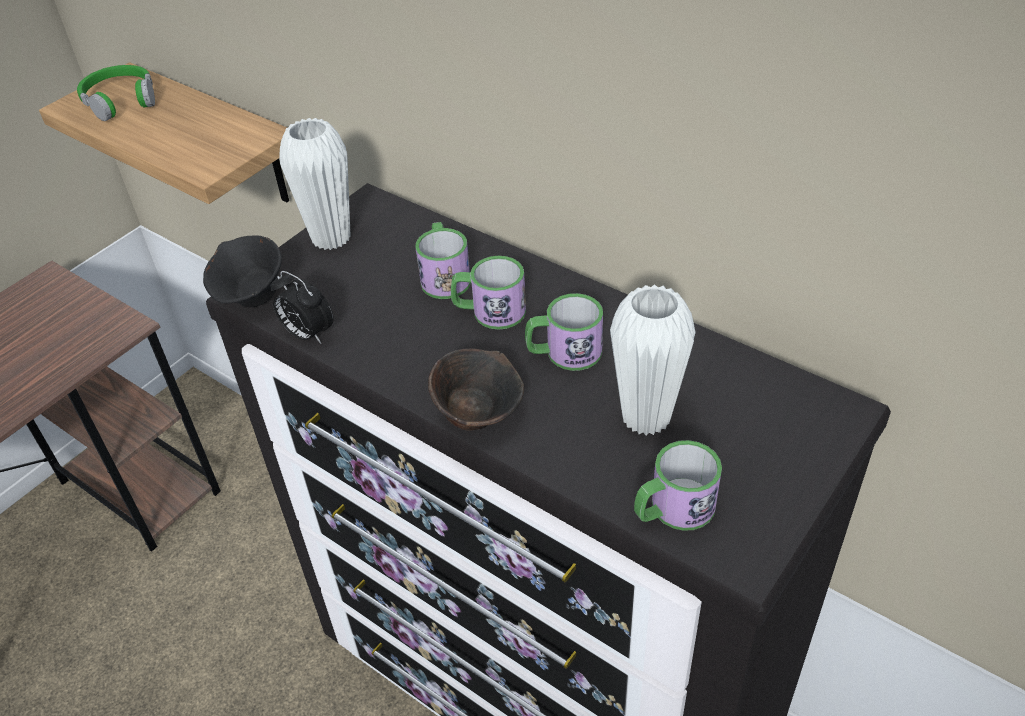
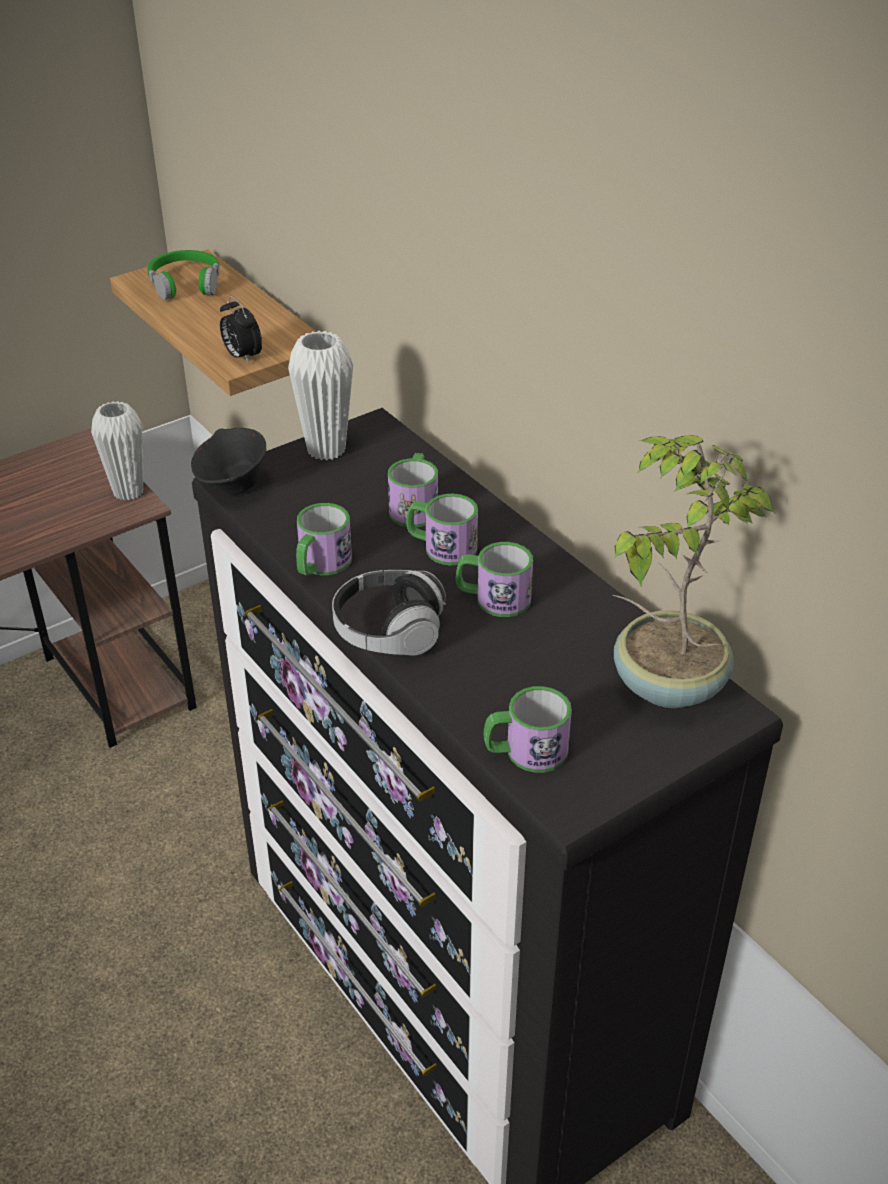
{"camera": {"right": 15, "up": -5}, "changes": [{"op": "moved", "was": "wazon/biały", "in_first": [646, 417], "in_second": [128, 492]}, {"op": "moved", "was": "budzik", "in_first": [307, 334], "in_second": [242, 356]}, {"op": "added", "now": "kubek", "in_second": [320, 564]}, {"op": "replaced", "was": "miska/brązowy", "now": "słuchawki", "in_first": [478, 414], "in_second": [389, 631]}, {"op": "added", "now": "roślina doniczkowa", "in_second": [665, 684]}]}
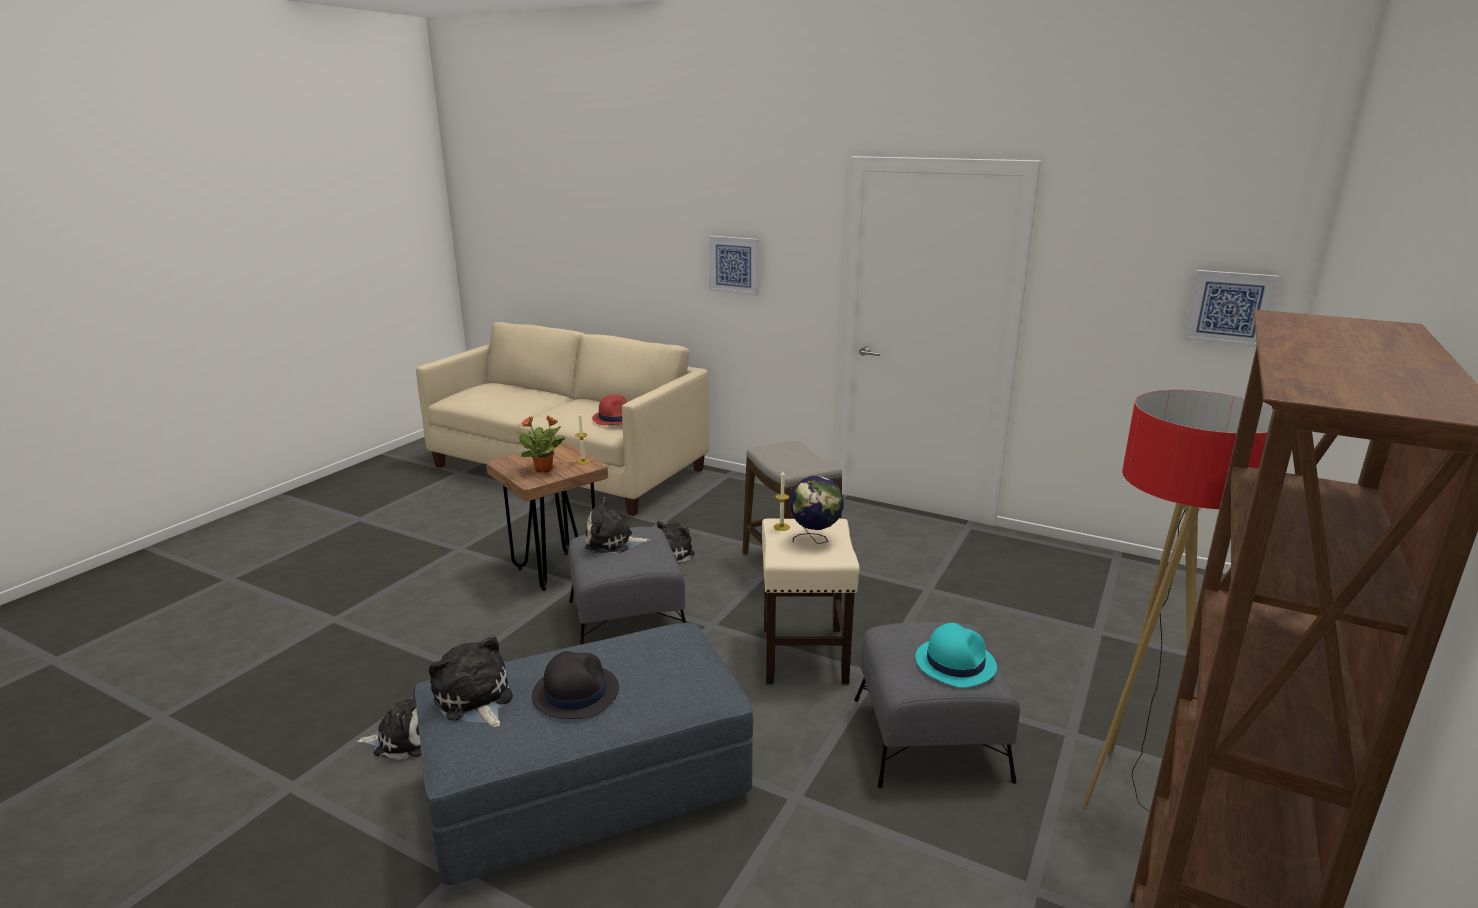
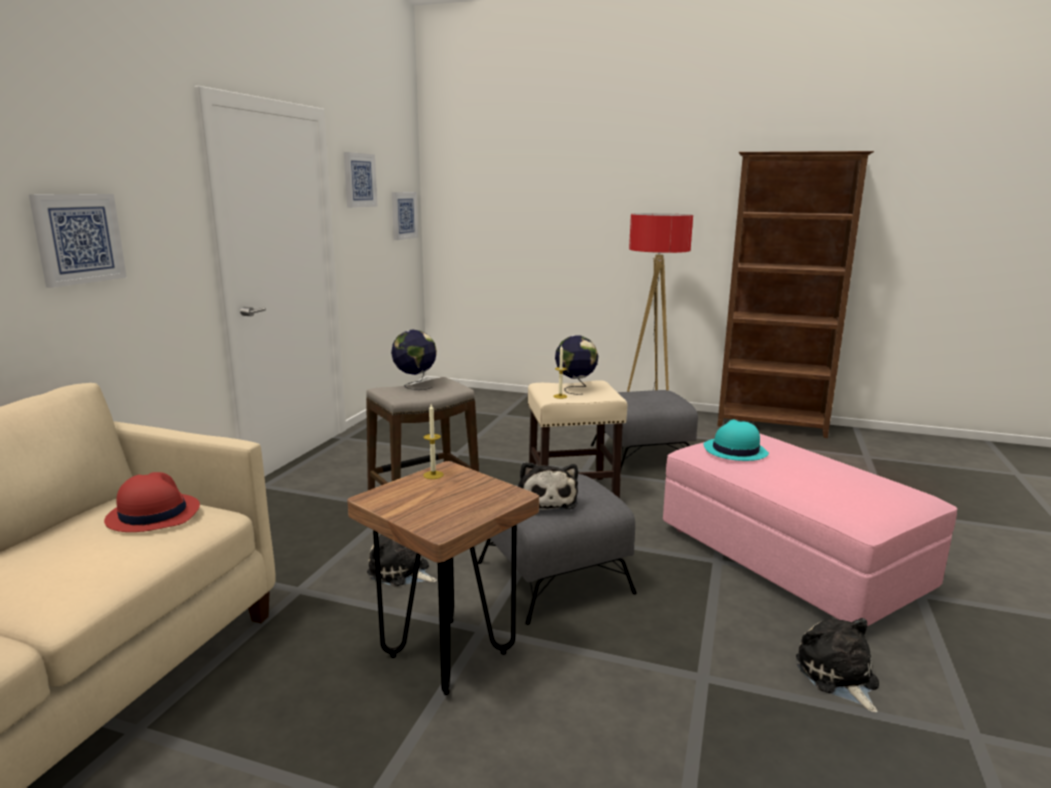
{"camera": {"right": -100, "up": -5}, "changes": [{"op": "added", "now": "obraz", "in_second": [359, 180]}, {"op": "added", "now": "globus", "in_second": [415, 385]}, {"op": "recoloured", "was": "pufa/szary", "now": "pufa/różowy", "in_first": [588, 786], "in_second": [789, 558]}, {"op": "moved", "was": "kapelusz/turkusowy", "in_first": [955, 662], "in_second": [734, 451]}, {"op": "removed", "was": "pluszak", "in_first": [474, 700]}, {"op": "removed", "was": "roślina doniczkowa", "in_first": [544, 469]}, {"op": "removed", "was": "kapelusz/czarny", "in_first": [575, 692]}]}
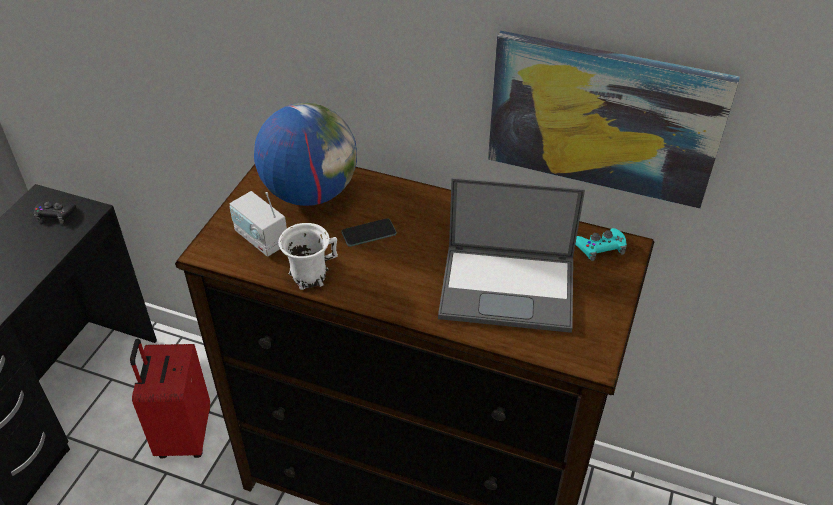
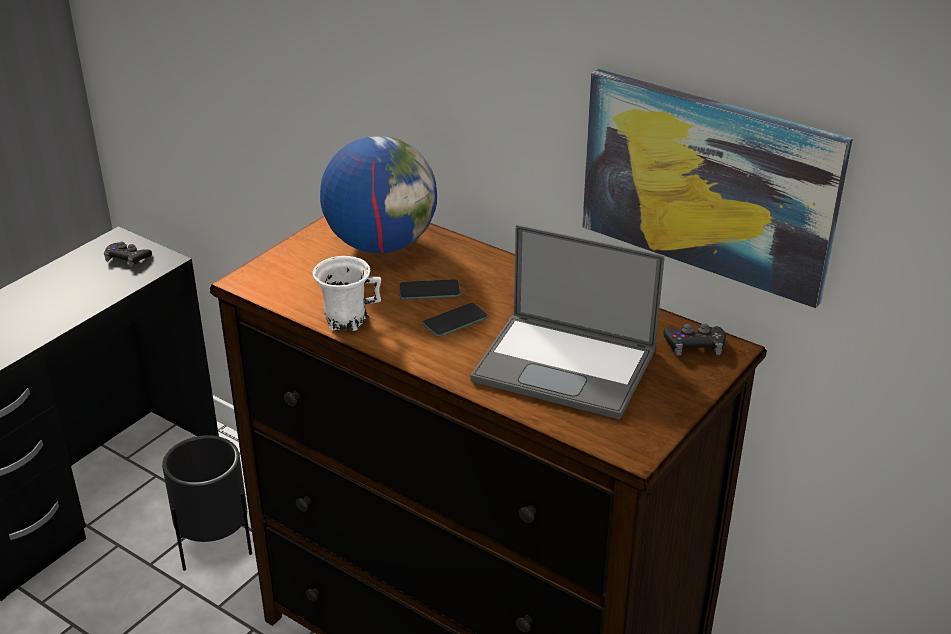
{"camera": {"right": 15, "up": -10}, "changes": [{"op": "replaced", "was": "walizka/czerwony", "now": "donica/czarny", "in_first": [183, 434], "in_second": [215, 549]}, {"op": "added", "now": "telefon", "in_second": [455, 321]}, {"op": "recoloured", "was": "pad do gier/turkusowy", "now": "pad do gier/czarny", "in_first": [600, 247], "in_second": [694, 345]}, {"op": "removed", "was": "radio", "in_first": [261, 239]}]}
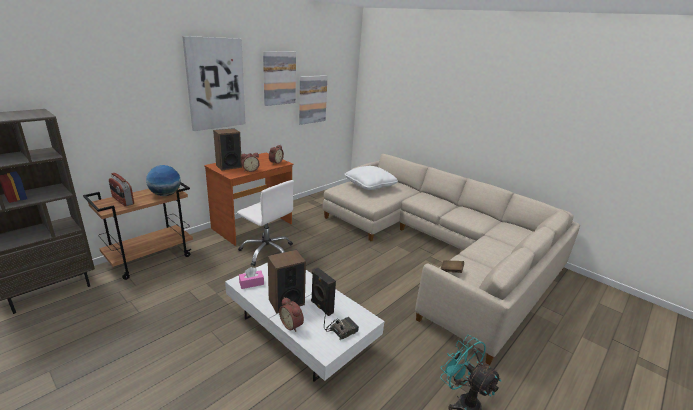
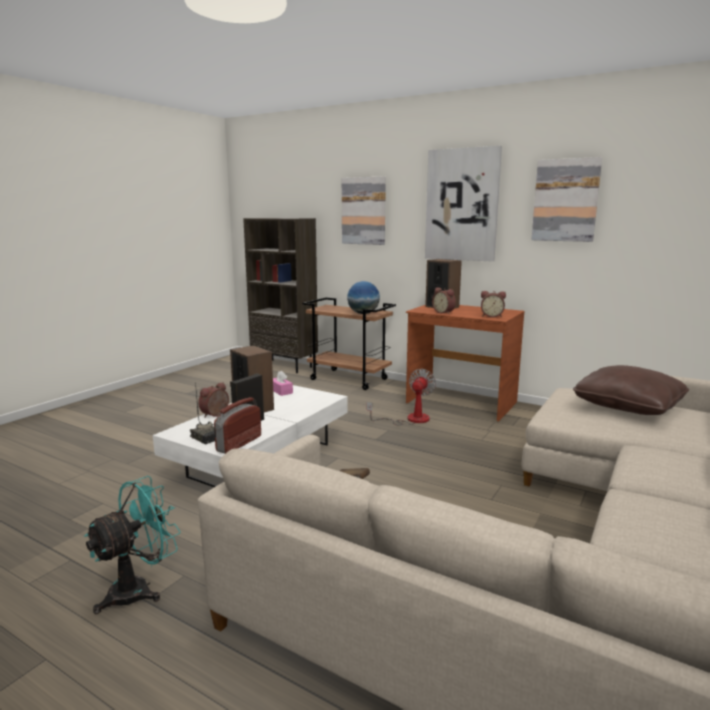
{"camera": {"right": 80, "up": -10}, "changes": [{"op": "moved", "was": "radio", "in_first": [122, 200], "in_second": [239, 443]}, {"op": "moved", "was": "obraz", "in_first": [312, 99], "in_second": [364, 211]}, {"op": "replaced", "was": "krzesło biurowe/biały", "now": "wentylator", "in_first": [267, 251], "in_second": [410, 419]}, {"op": "recoloured", "was": "poduszka/biały", "now": "poduszka/brązowy", "in_first": [370, 185], "in_second": [627, 406]}]}
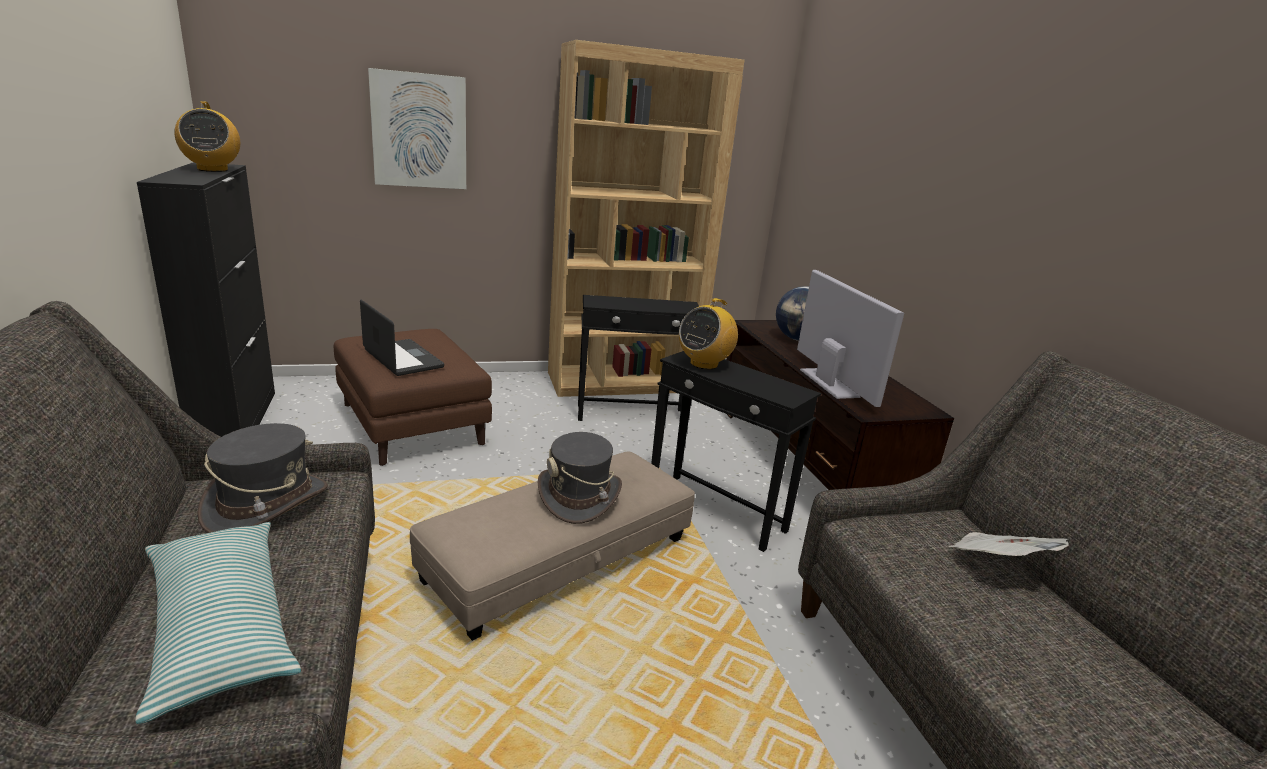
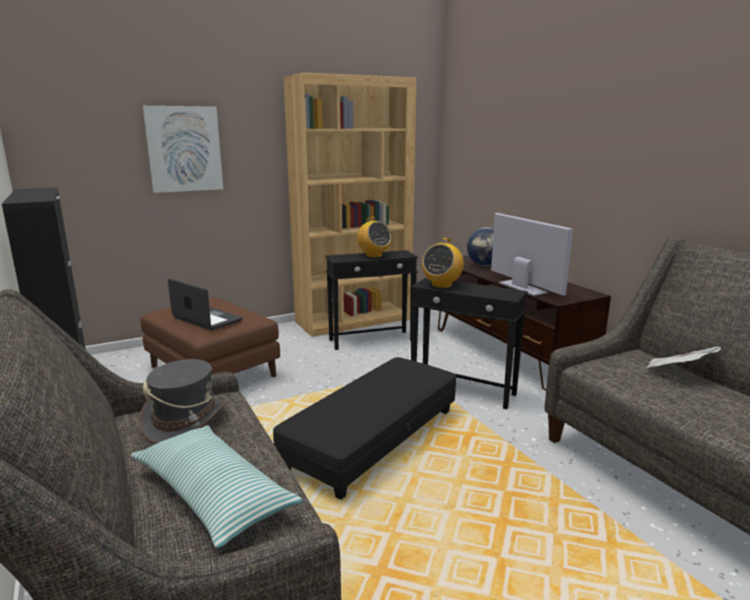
{"camera": {"right": -10, "up": -5}, "changes": [{"op": "recoloured", "was": "pufa/beżowy", "now": "pufa/czarny", "in_first": [560, 560], "in_second": [373, 439]}, {"op": "moved", "was": "radio", "in_first": [212, 169], "in_second": [373, 255]}, {"op": "removed", "was": "kapelusz/szary", "in_first": [579, 497]}]}
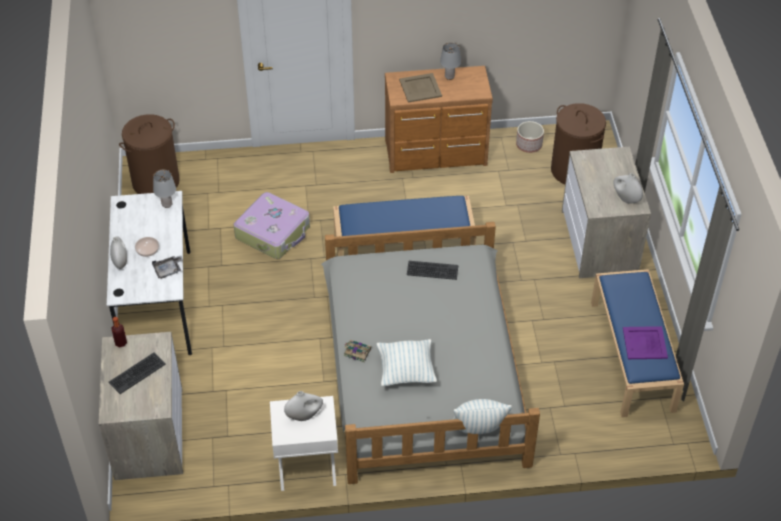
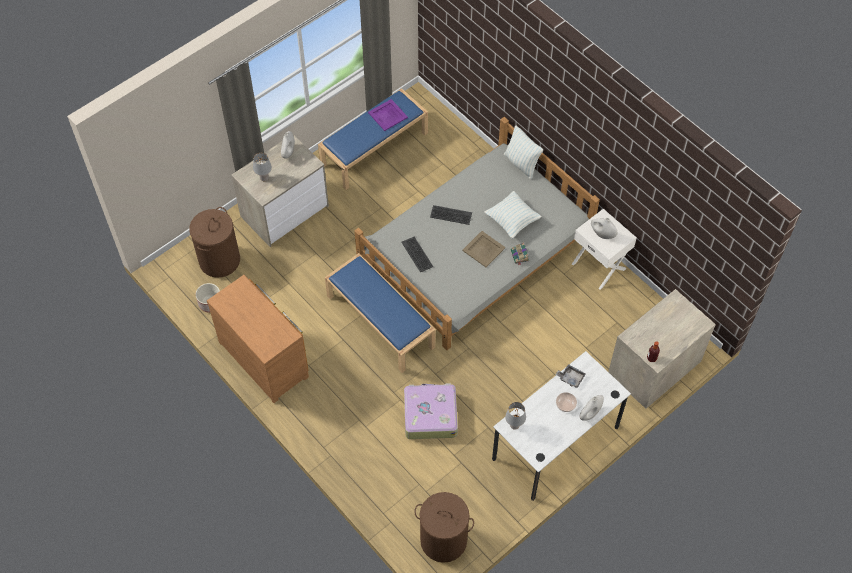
{"camera": {"right": -125, "up": 10}, "changes": [{"op": "moved", "was": "lampa stołowa/szary", "in_first": [449, 76], "in_second": [264, 178]}, {"op": "moved", "was": "klawiatura", "in_first": [137, 373], "in_second": [451, 215]}, {"op": "moved", "was": "taca/beżowy", "in_first": [420, 88], "in_second": [483, 249]}]}
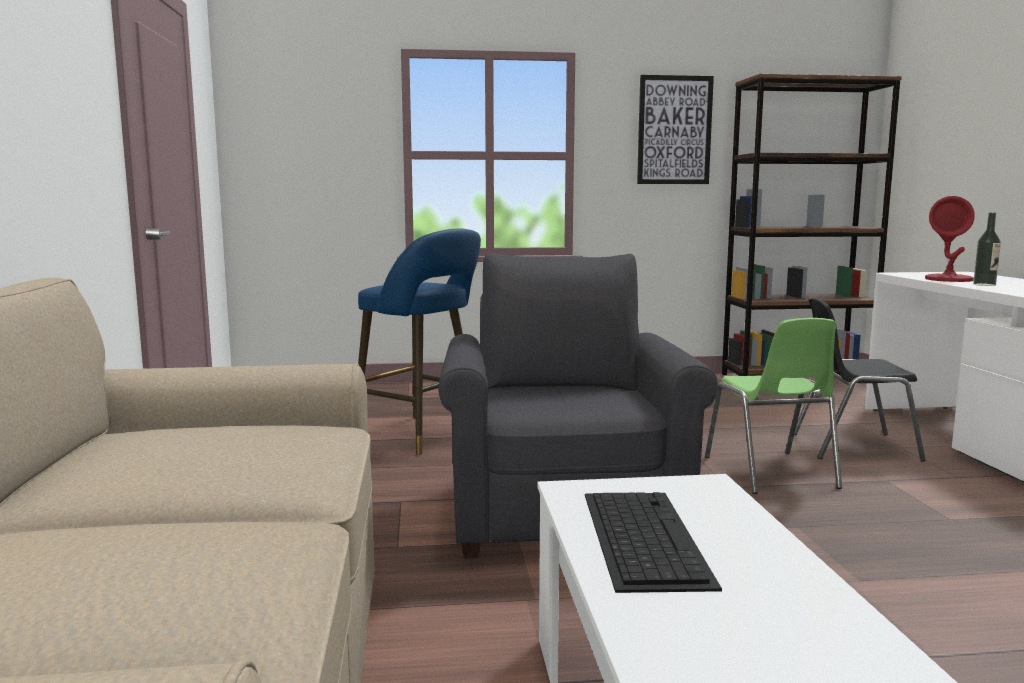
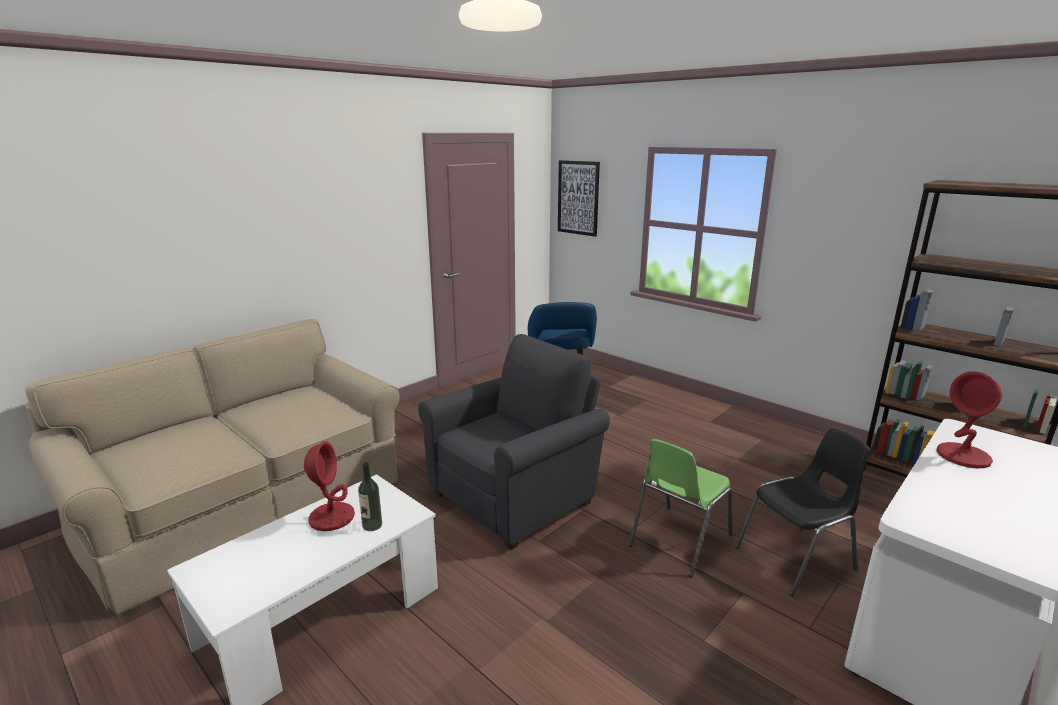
{"camera": {"right": 50, "up": 10}, "changes": [{"op": "replaced", "was": "klawiatura", "now": "lampa stołowa/czerwony", "in_first": [642, 535], "in_second": [331, 517]}, {"op": "moved", "was": "butelka", "in_first": [984, 284], "in_second": [372, 525]}, {"op": "moved", "was": "obraz", "in_first": [674, 130], "in_second": [578, 198]}, {"op": "turned", "was": "krzesło/czarny", "in_first": [852, 446], "in_second": [797, 559], "clockwise": 105}]}
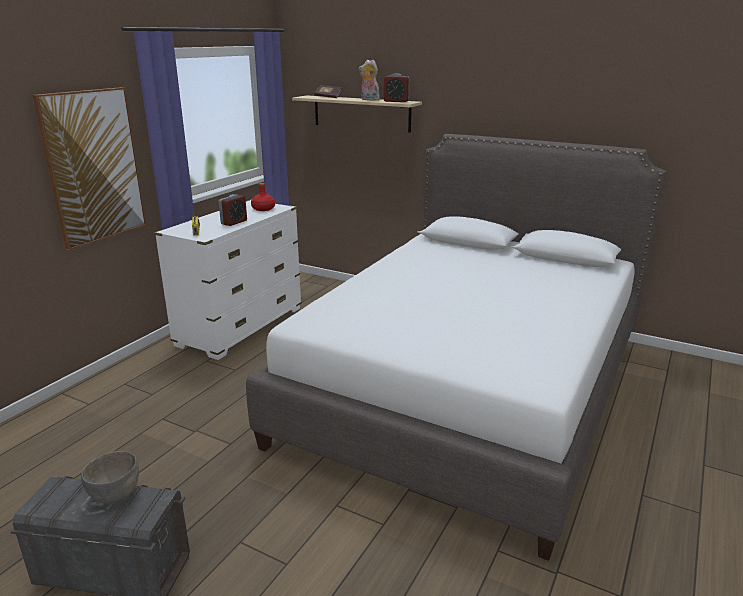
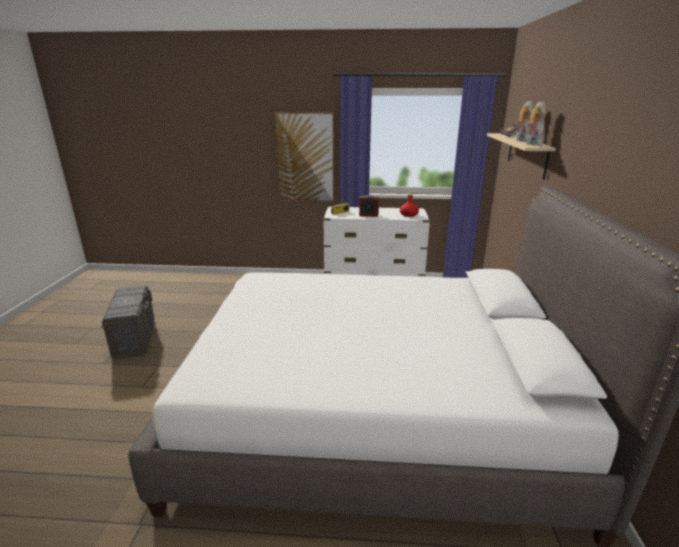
{"camera": {"right": 65, "up": 0}, "changes": [{"op": "replaced", "was": "budzik", "now": "pluszak", "in_first": [396, 101], "in_second": [532, 144]}, {"op": "removed", "was": "miska/szary", "in_first": [116, 495]}]}
